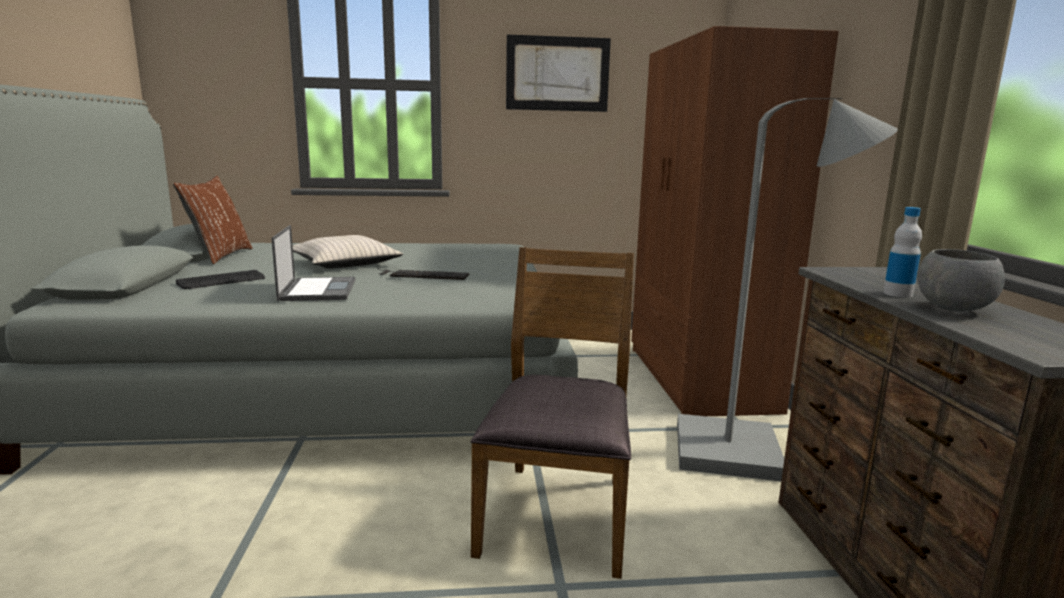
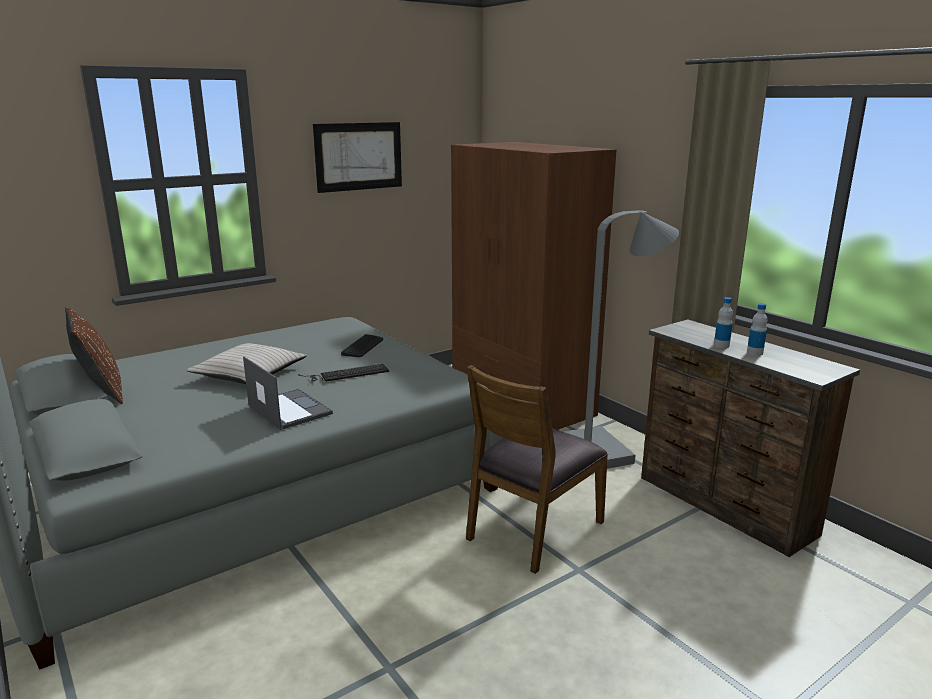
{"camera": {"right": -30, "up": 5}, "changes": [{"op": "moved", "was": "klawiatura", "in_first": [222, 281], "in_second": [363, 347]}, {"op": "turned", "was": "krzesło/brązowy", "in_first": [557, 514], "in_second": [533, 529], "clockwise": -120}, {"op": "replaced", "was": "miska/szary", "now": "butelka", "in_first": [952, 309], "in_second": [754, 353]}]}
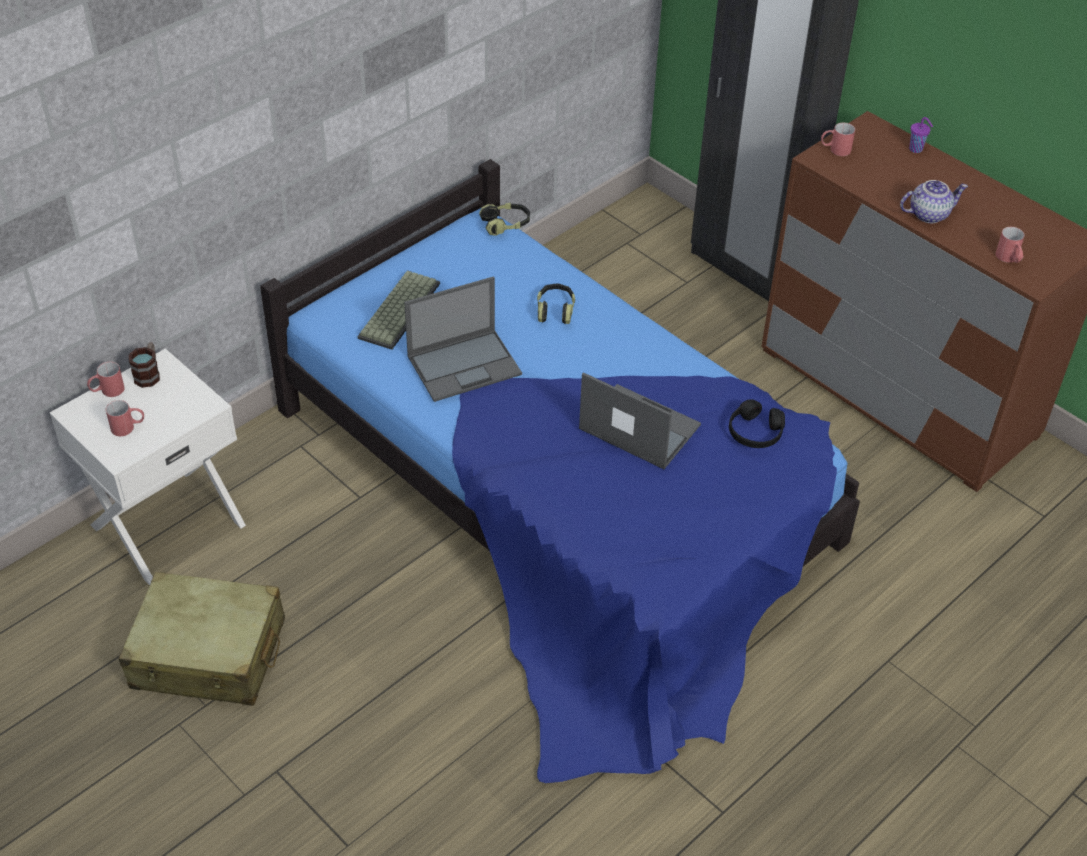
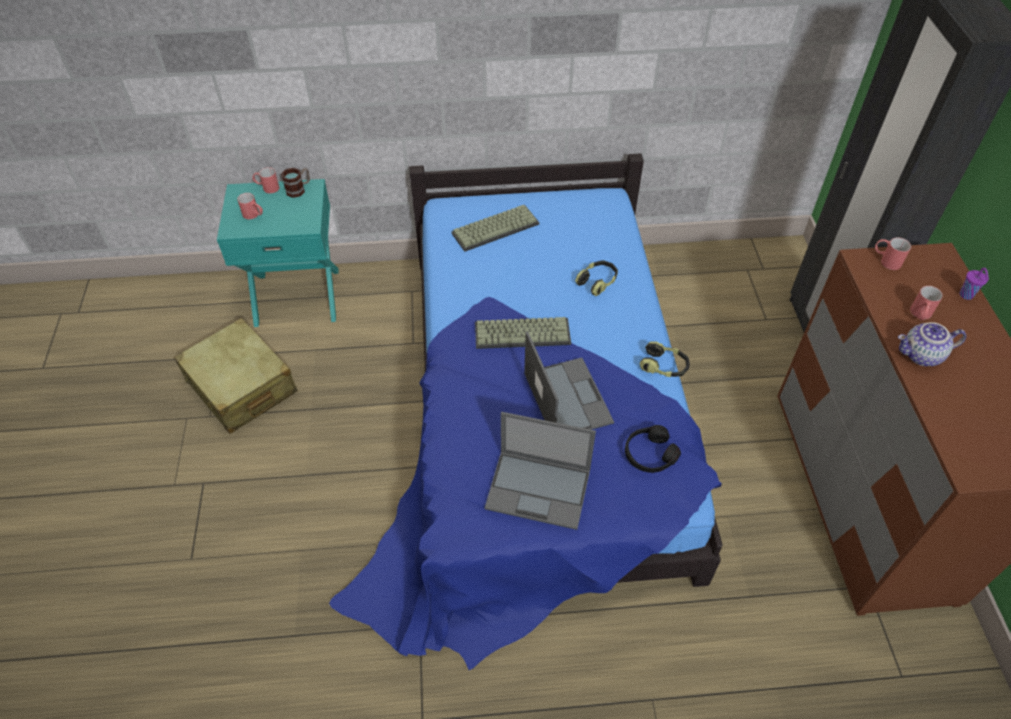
{"camera": {"right": 40, "up": 5}, "changes": [{"op": "recoloured", "was": "szafka nocna/biały", "now": "szafka nocna/turkusowy", "in_first": [167, 524], "in_second": [297, 295]}, {"op": "added", "now": "klawiatura", "in_second": [523, 332]}, {"op": "moved", "was": "laptop", "in_first": [465, 364], "in_second": [539, 489]}, {"op": "moved", "was": "słuchawki", "in_first": [506, 225], "in_second": [664, 366]}, {"op": "turned", "was": "imbryk", "in_first": [928, 214], "in_second": [921, 356], "clockwise": 150}, {"op": "moved", "was": "kubek/czerwony", "in_first": [1009, 259], "in_second": [920, 315]}]}
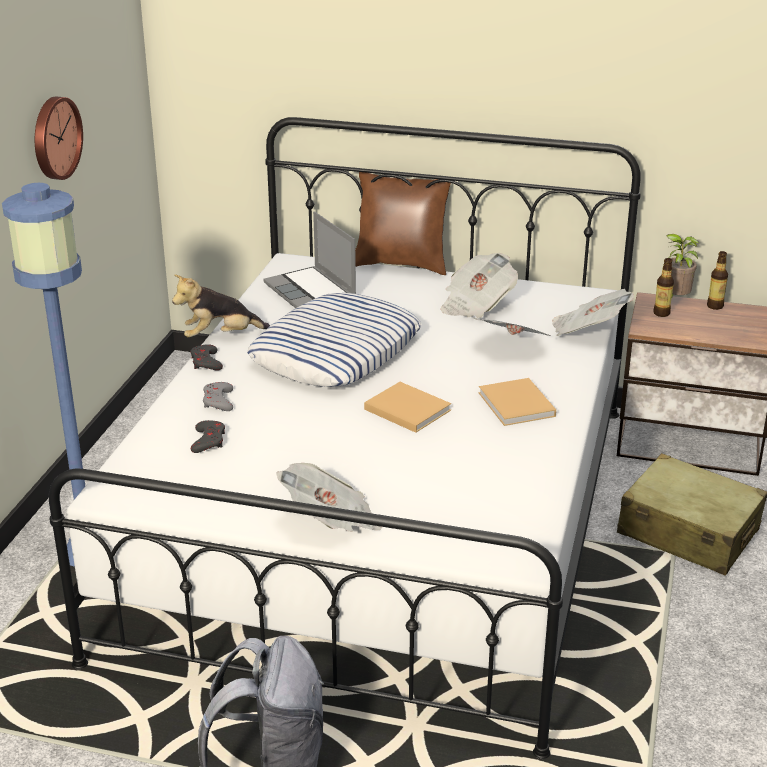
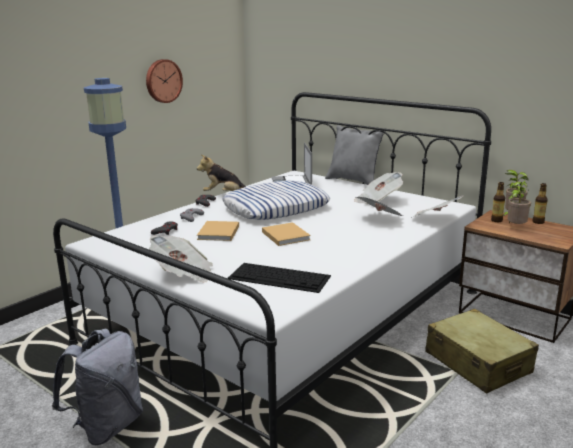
{"camera": {"right": 25, "up": -10}, "changes": [{"op": "moved", "was": "książka/beżowy", "in_first": [517, 406], "in_second": [218, 233]}, {"op": "added", "now": "klawiatura", "in_second": [280, 277]}, {"op": "recoloured", "was": "poduszka/brązowy", "now": "poduszka/szary", "in_first": [401, 264], "in_second": [354, 181]}, {"op": "added", "now": "roślina doniczkowa", "in_second": [515, 227]}]}
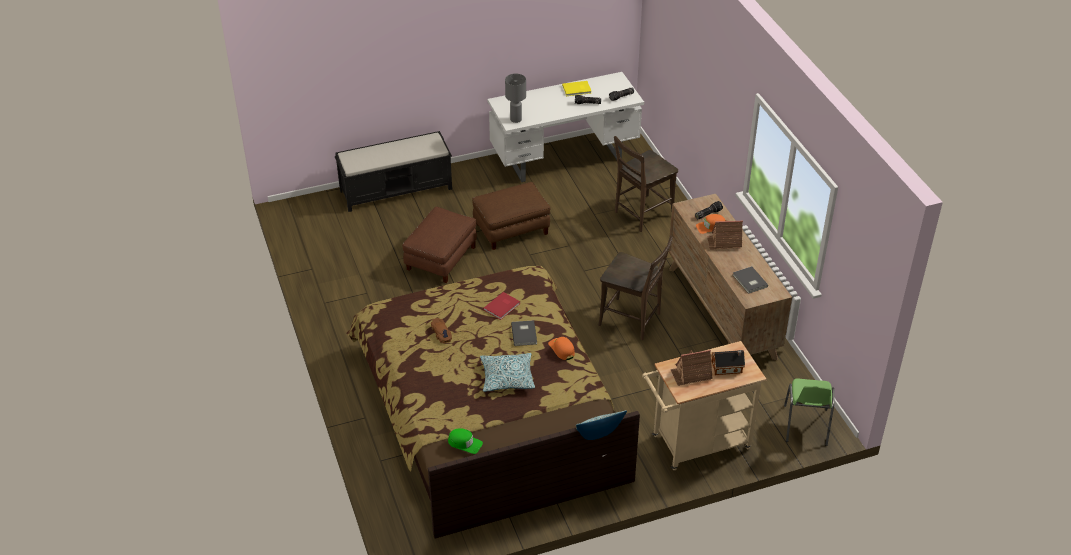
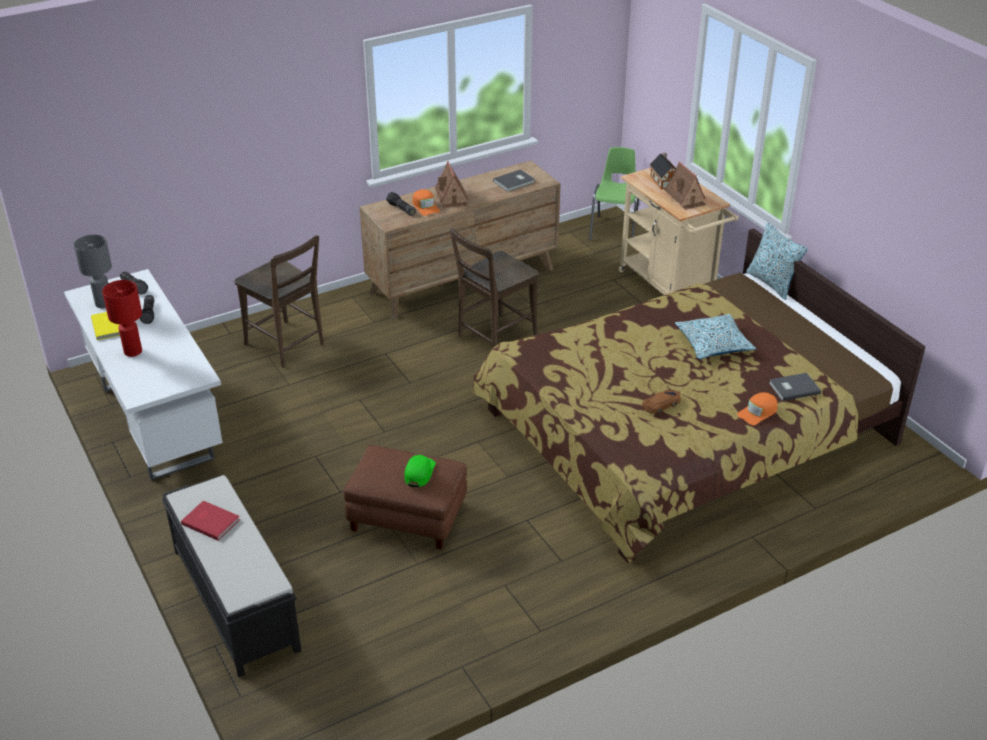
{"camera": {"right": -100, "up": -5}, "changes": [{"op": "moved", "was": "lampa stołowa/szary", "in_first": [515, 119], "in_second": [103, 304]}, {"op": "added", "now": "lampa stołowa/czerwony", "in_second": [133, 352]}, {"op": "moved", "was": "książka/czerwony", "in_first": [502, 307], "in_second": [211, 521]}, {"op": "moved", "was": "czapka z daszkiem/zielony", "in_first": [465, 443], "in_second": [419, 472]}, {"op": "turned", "was": "krzesło/brązowy", "in_first": [633, 320], "in_second": [494, 338], "clockwise": -150}, {"op": "turned", "was": "krzesło/zielony", "in_first": [805, 426], "in_second": [614, 230], "clockwise": -75}, {"op": "moved", "was": "czapka z daszkiem/pomarańczowy", "in_first": [562, 349], "in_second": [758, 412]}, {"op": "moved", "was": "książka/szary", "in_first": [525, 333], "in_second": [793, 387]}, {"op": "removed", "was": "pufa/brązowy", "in_first": [511, 228]}]}
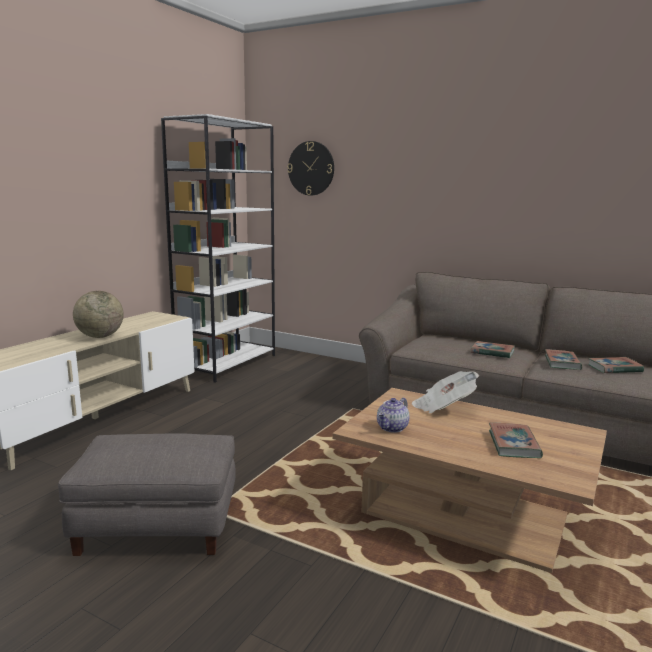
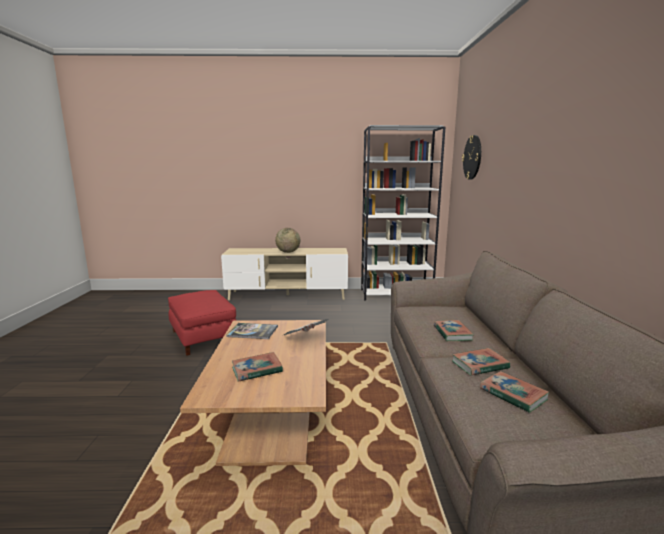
{"camera": {"right": 60, "up": 0}, "changes": [{"op": "recoloured", "was": "pufa/szary", "now": "pufa/czerwony", "in_first": [156, 526], "in_second": [203, 337]}, {"op": "replaced", "was": "imbryk", "now": "książka", "in_first": [392, 428], "in_second": [253, 332]}]}
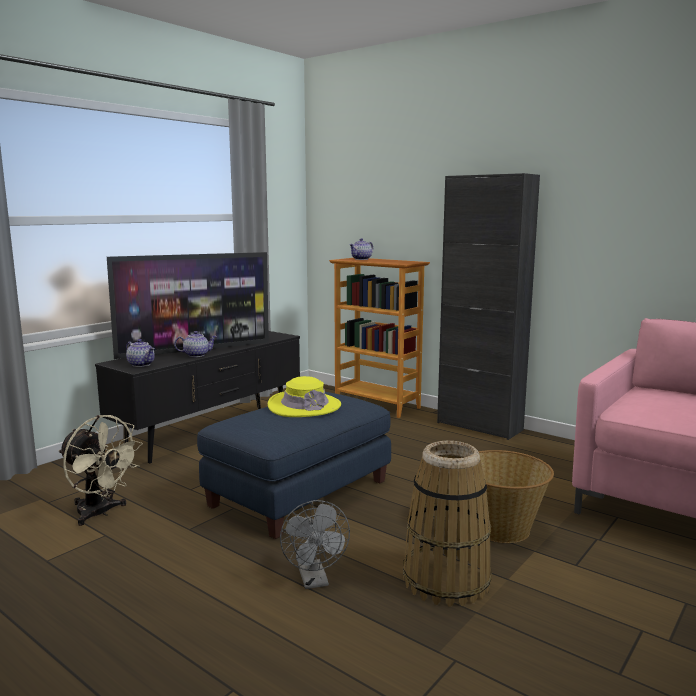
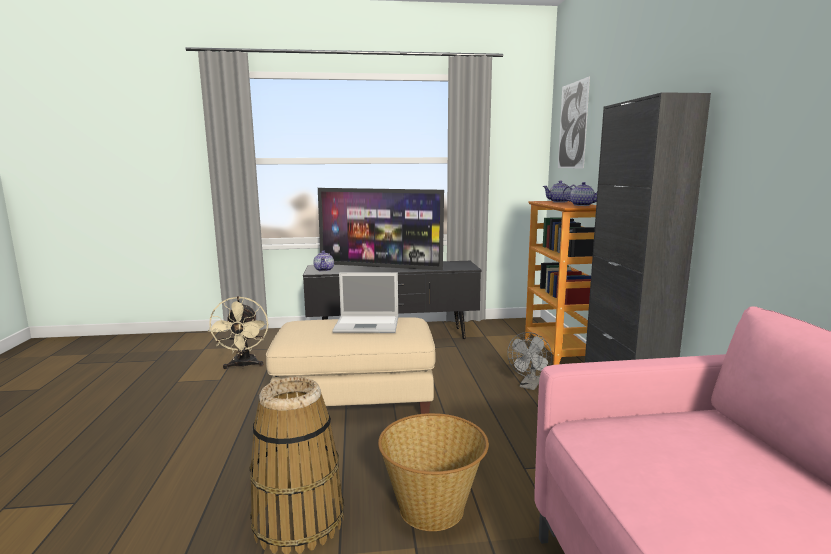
{"camera": {"right": 45, "up": 0}, "changes": [{"op": "recoloured", "was": "pufa/niebieski", "now": "pufa/beżowy", "in_first": [300, 492], "in_second": [356, 400]}, {"op": "replaced", "was": "kapelusz/żółty", "now": "laptop", "in_first": [304, 406], "in_second": [368, 325]}, {"op": "moved", "was": "wentylator/szary", "in_first": [315, 581], "in_second": [529, 386]}, {"op": "added", "now": "obraz", "in_second": [572, 125]}, {"op": "moved", "was": "imbryk", "in_first": [196, 355], "in_second": [582, 205]}]}
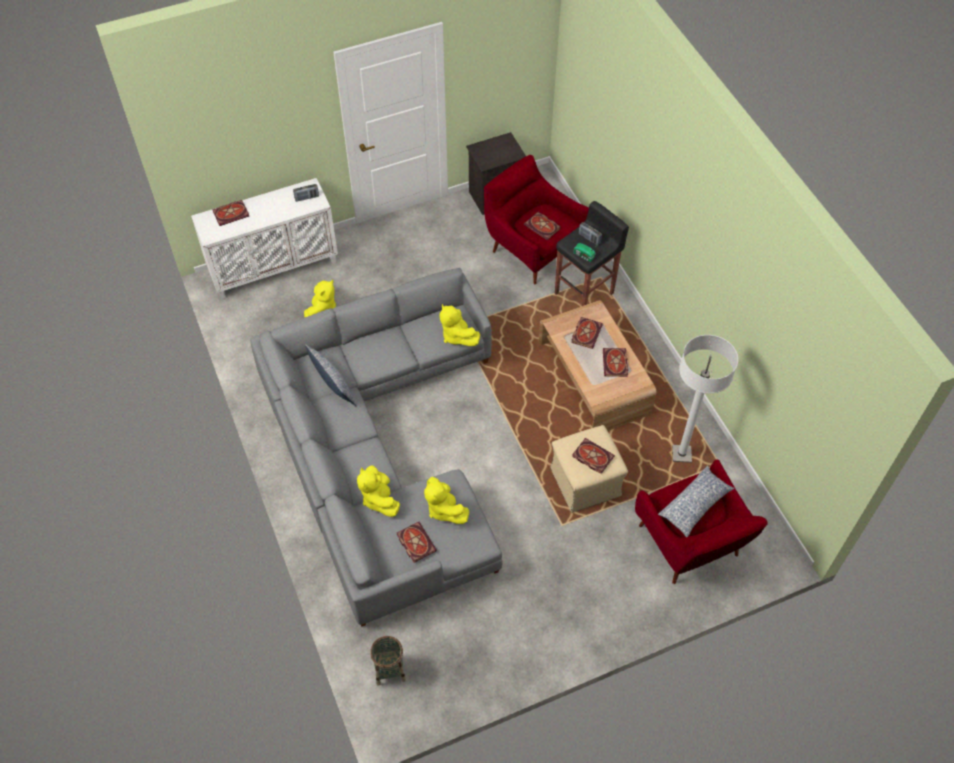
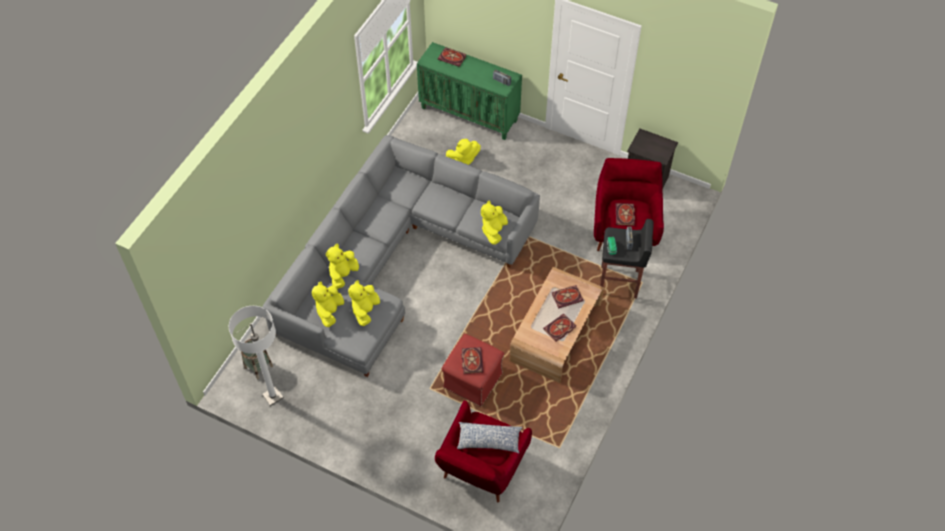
{"camera": {"right": 50, "up": 0}, "changes": [{"op": "moved", "was": "lampa stojąca/biały", "in_first": [681, 454], "in_second": [273, 396]}, {"op": "replaced", "was": "książka", "now": "pluszak/żółty", "in_first": [415, 542], "in_second": [329, 312]}, {"op": "recoloured", "was": "szafka/biały", "now": "szafka/zielony", "in_first": [274, 267], "in_second": [470, 114]}, {"op": "recoloured", "was": "pufa/beżowy", "now": "pufa/czerwony", "in_first": [585, 482], "in_second": [472, 381]}, {"op": "removed", "was": "poduszka", "in_first": [332, 383]}]}
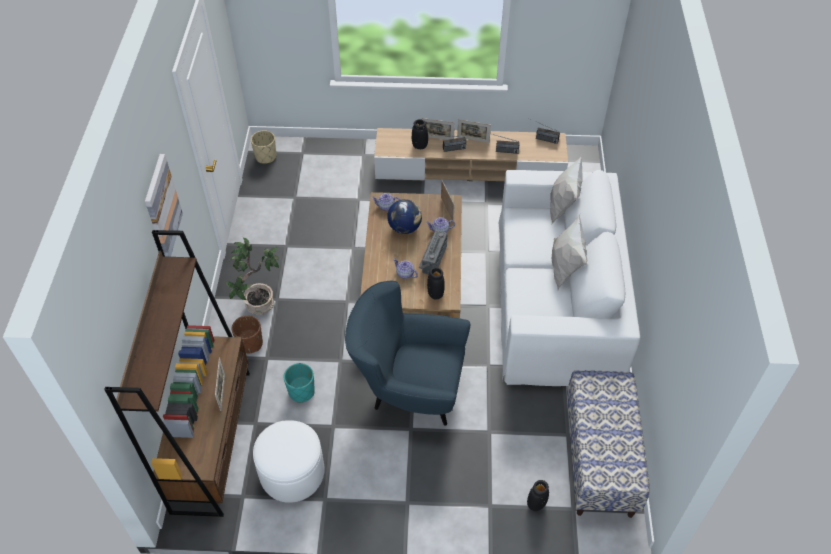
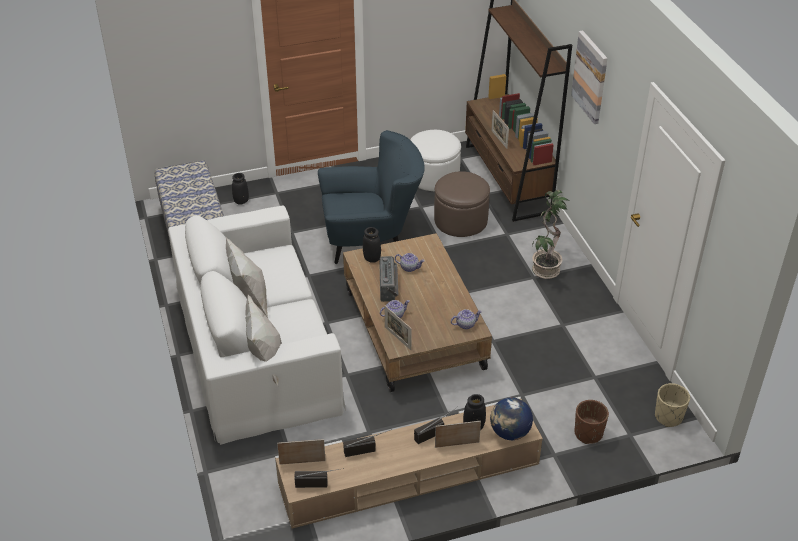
{"camera": {"right": 160, "up": -10}, "changes": [{"op": "moved", "was": "ramka na zdjęcie", "in_first": [473, 140], "in_second": [302, 462]}, {"op": "replaced", "was": "donica/turkusowy", "now": "pufa/brązowy", "in_first": [301, 392], "in_second": [460, 220]}, {"op": "moved", "was": "globus", "in_first": [405, 228], "in_second": [510, 433]}, {"op": "moved", "was": "donica/brązowy", "in_first": [250, 343], "in_second": [588, 433]}]}
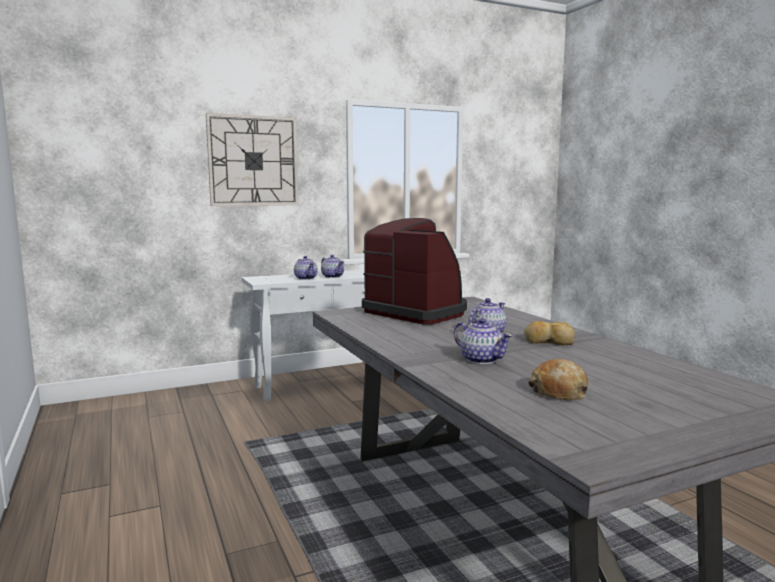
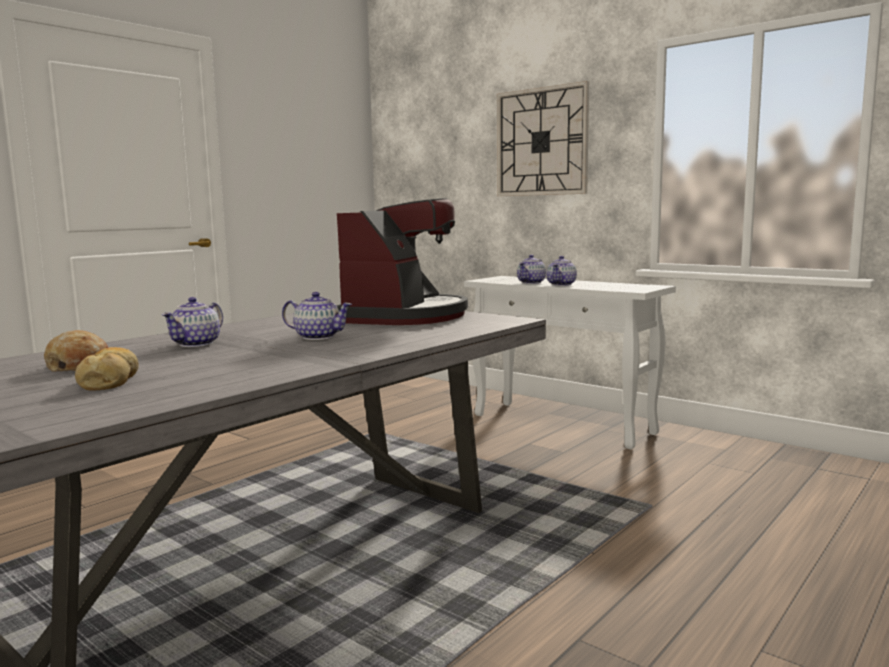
{"camera": {"right": 65, "up": 0}, "changes": [{"op": "moved", "was": "chleb", "in_first": [548, 341], "in_second": [110, 381]}]}
